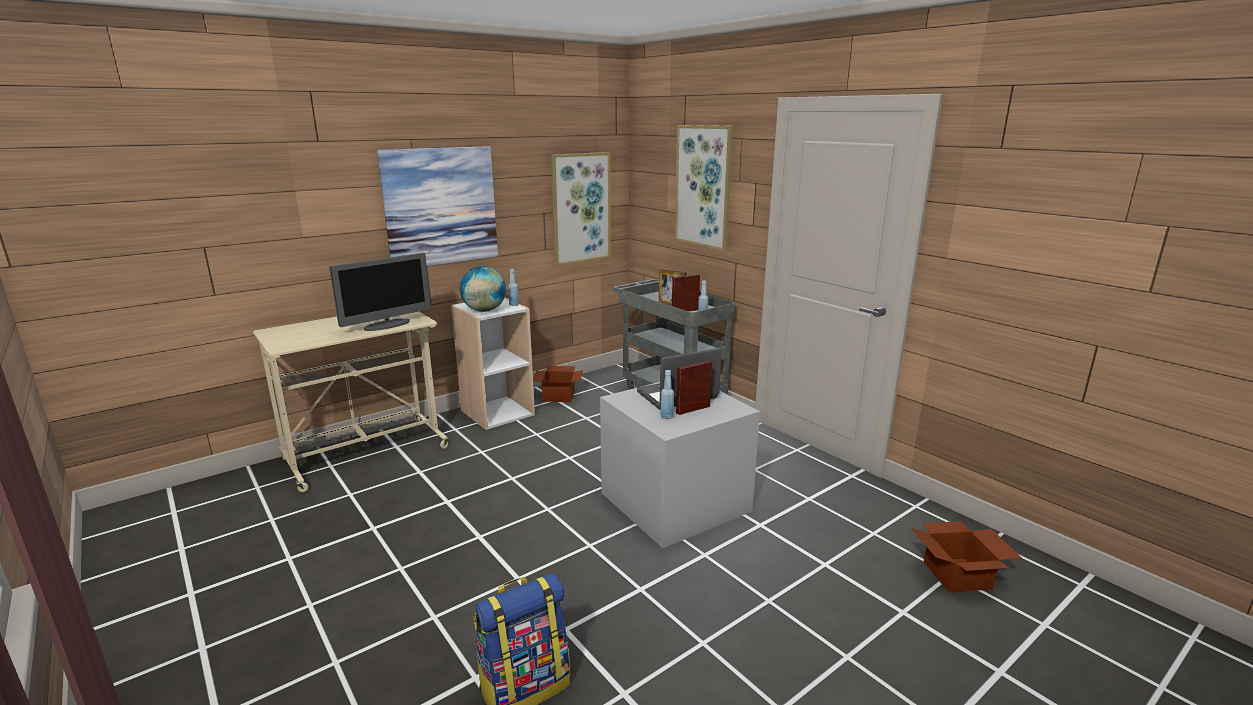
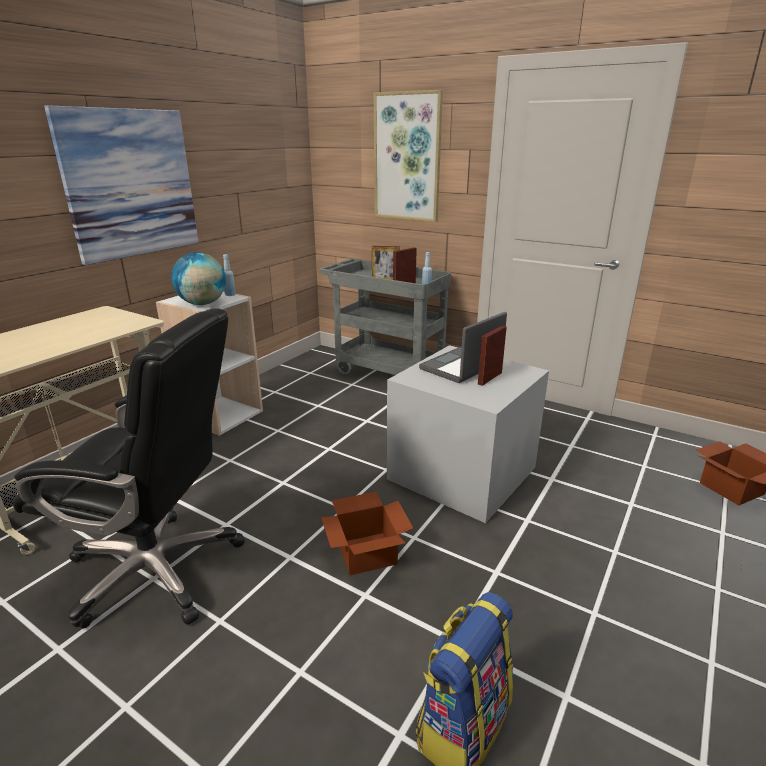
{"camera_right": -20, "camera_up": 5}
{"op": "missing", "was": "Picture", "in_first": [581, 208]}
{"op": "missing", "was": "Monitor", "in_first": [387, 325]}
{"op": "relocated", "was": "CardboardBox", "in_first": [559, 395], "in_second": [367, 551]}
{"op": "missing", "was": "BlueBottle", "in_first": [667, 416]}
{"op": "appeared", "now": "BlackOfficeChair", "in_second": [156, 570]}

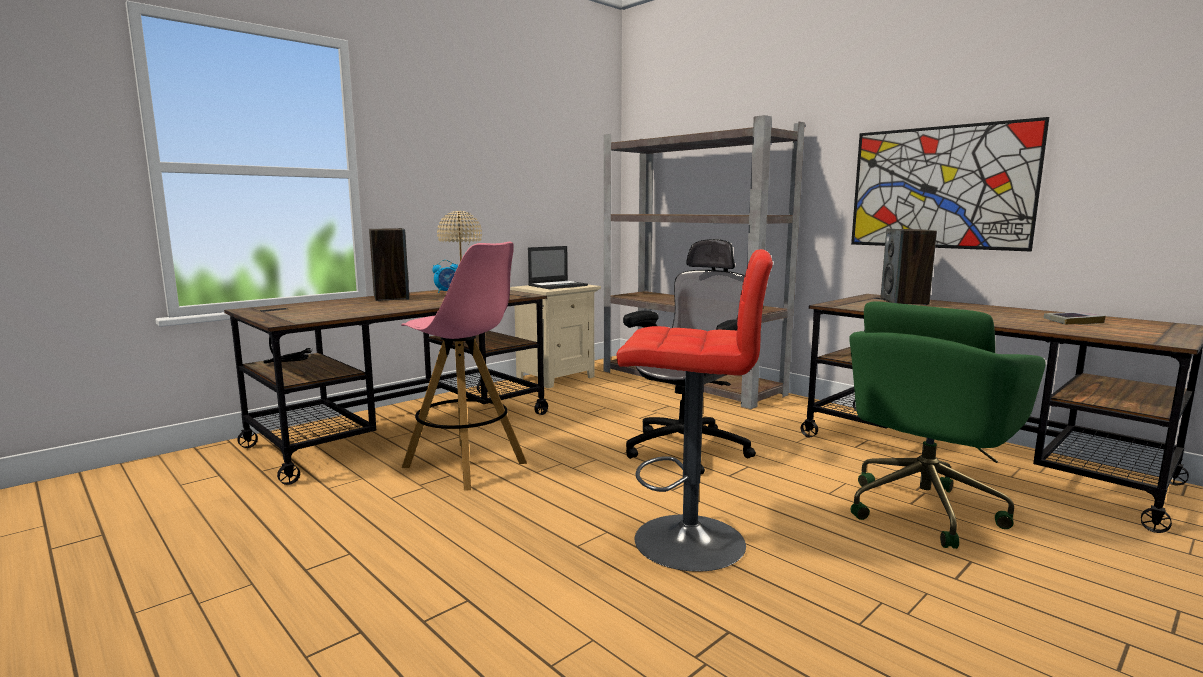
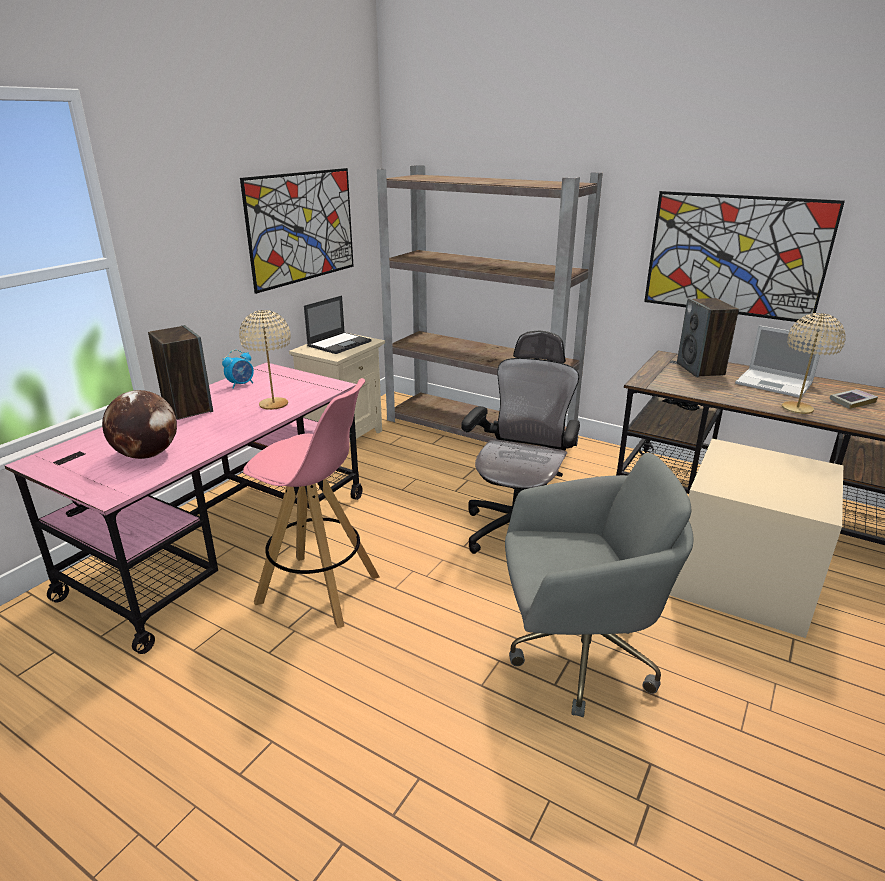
{"camera_right": -15, "camera_up": 15}
{"op": "exchanged", "was": "RedStool", "now": "GreyOfficeChair", "in_first": [690, 542], "in_second": [576, 660]}
{"op": "colour", "was": "BrownDesk", "now": "PinkDesk", "in_first": [405, 429], "in_second": [225, 543]}
{"op": "exchanged", "was": "GreenOfficeChair", "now": "BeigeStorageBox", "in_first": [924, 509], "in_second": [740, 580]}
{"op": "appeared", "now": "Picture", "in_second": [302, 227]}
{"op": "appeared", "now": "BeigeTableLamp", "in_second": [797, 409]}
{"op": "appeared", "now": "Laptop", "in_second": [775, 383]}
{"op": "appeared", "now": "Globe", "in_second": [147, 454]}

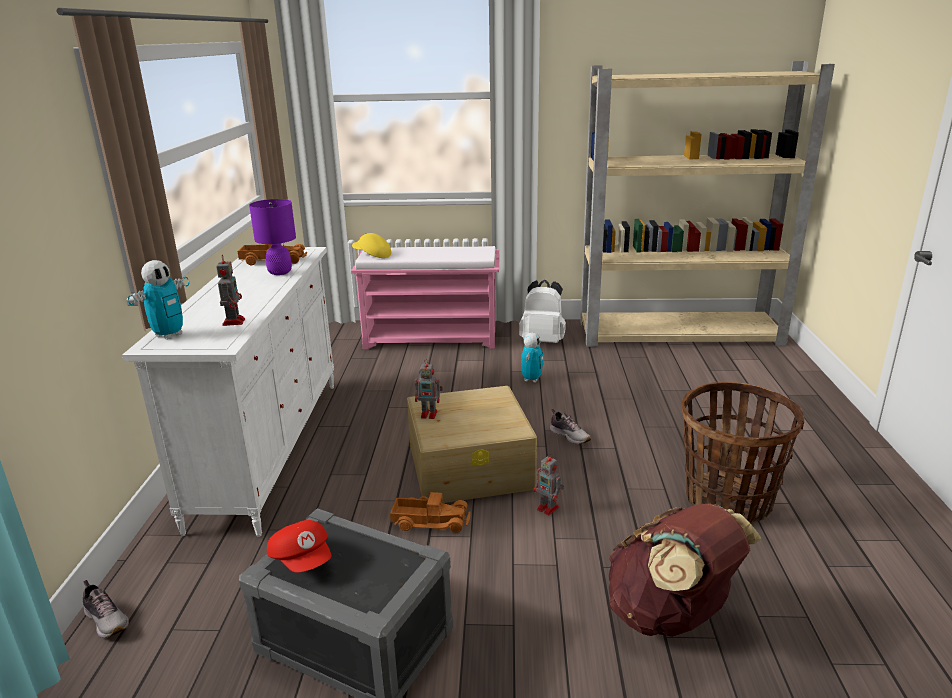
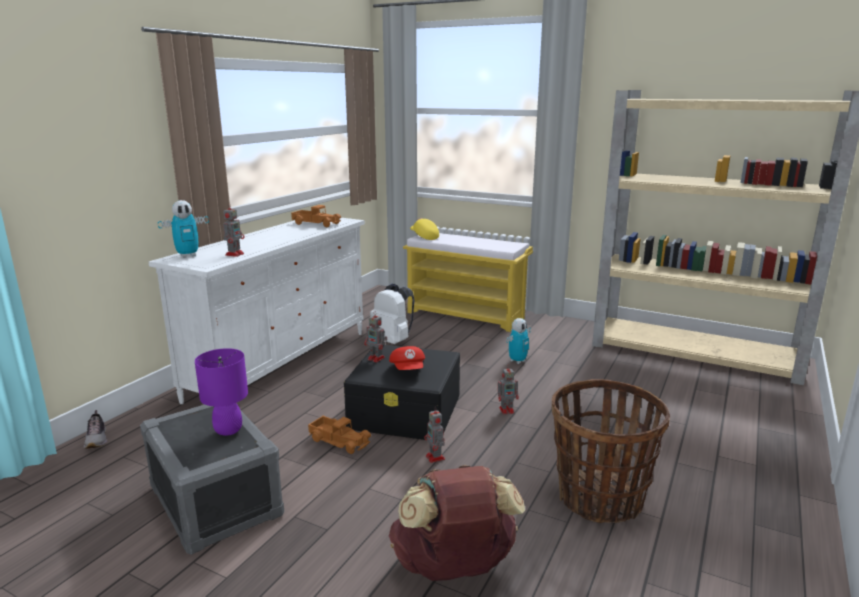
{"camera_right": 25, "camera_up": -5}
{"op": "relocated", "was": "PurpleTableLamp", "in_first": [279, 273], "in_second": [227, 431]}
{"op": "colour", "was": "PinkBench", "now": "YellowBench", "in_first": [432, 339], "in_second": [466, 315]}
{"op": "relocated", "was": "WhiteBackpack", "in_first": [543, 341], "in_second": [393, 341]}
{"op": "colour", "was": "BeigeStorageBox", "now": "BlackStorageBox", "in_first": [471, 466], "in_second": [406, 411]}
{"op": "exchanged", "was": "Shoe", "now": "ToyRobot", "in_first": [570, 436], "in_second": [507, 410]}
{"op": "relocated", "was": "RedCap", "in_first": [303, 559], "in_second": [408, 370]}

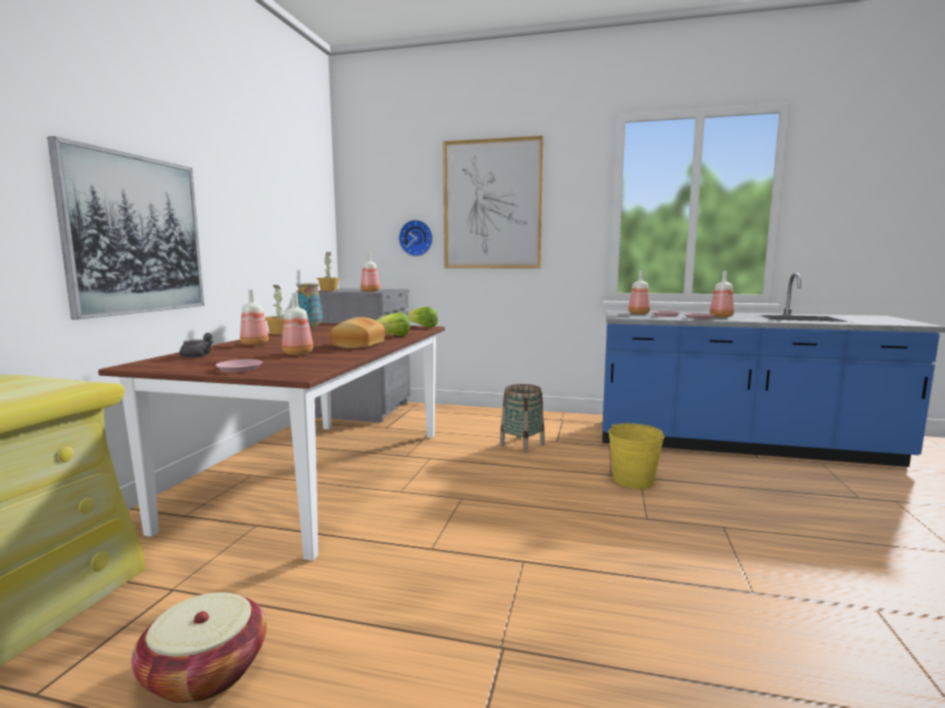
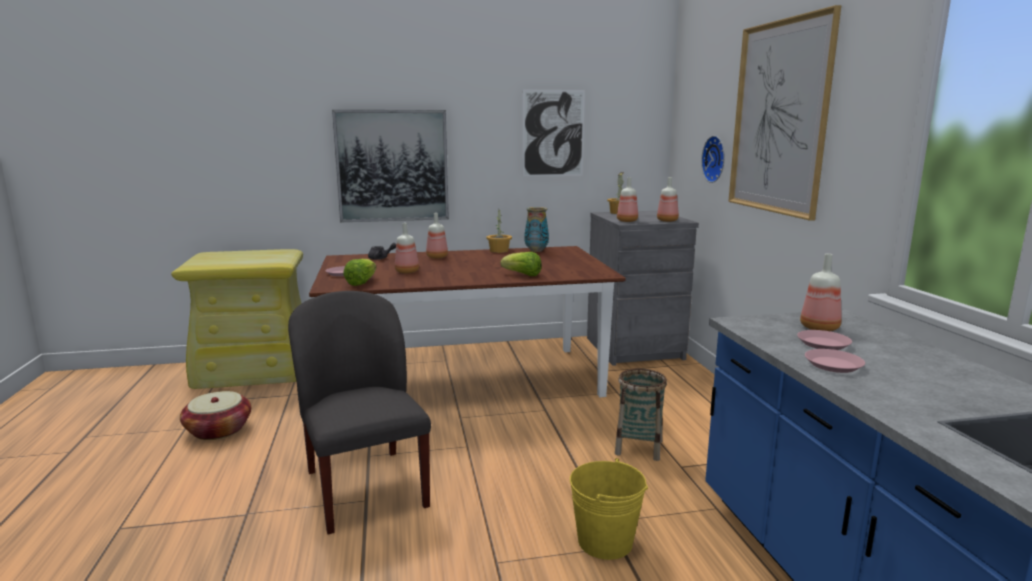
{"camera_right": 65, "camera_up": 5}
{"op": "relocated", "was": "Bottle", "in_first": [720, 316], "in_second": [667, 220]}
{"op": "relocated", "was": "Lettuce", "in_first": [422, 327], "in_second": [361, 282]}
{"op": "missing", "was": "Bread", "in_first": [357, 344]}
{"op": "appeared", "now": "Picture", "in_second": [553, 133]}
{"op": "appeared", "now": "GreyChair", "in_second": [365, 487]}

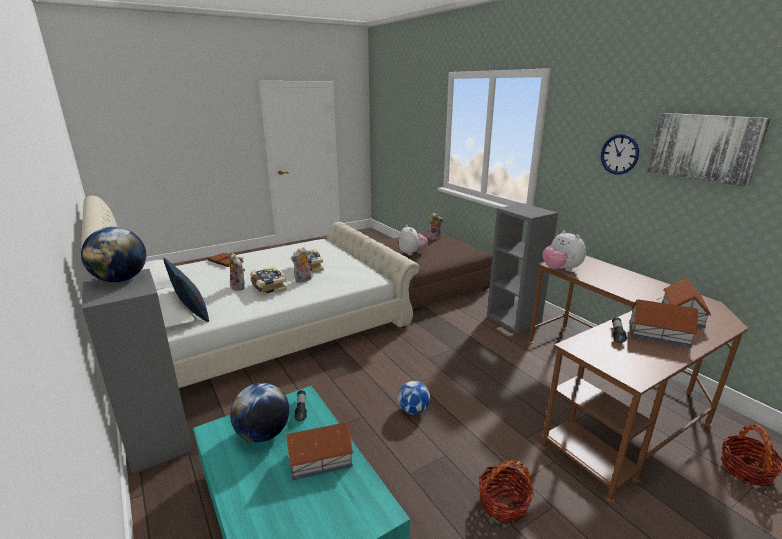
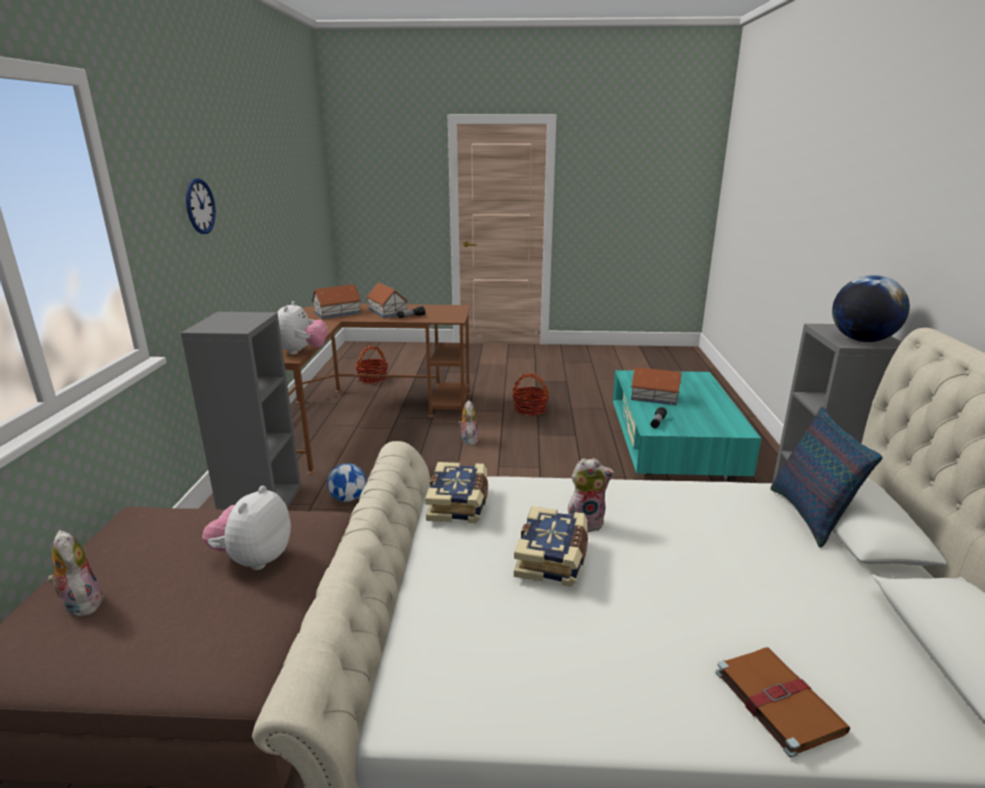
{"camera_right": -145, "camera_up": 0}
{"op": "missing", "was": "Picture", "in_first": [703, 147]}
{"op": "relocated", "was": "PlushToy", "in_first": [239, 287], "in_second": [468, 440]}
{"op": "relocated", "was": "Book", "in_first": [268, 287], "in_second": [459, 503]}
{"op": "relocated", "was": "Football", "in_first": [413, 410], "in_second": [348, 498]}
{"op": "missing", "was": "Globe", "in_first": [263, 434]}

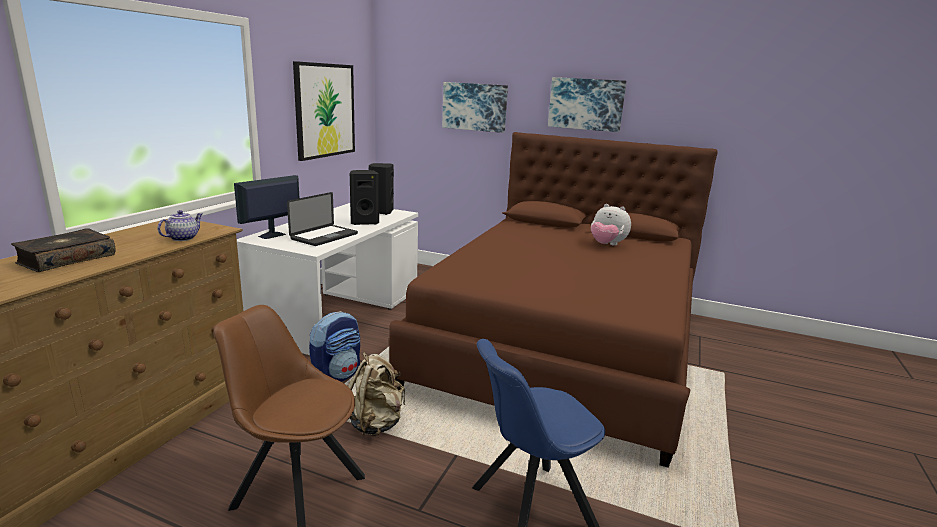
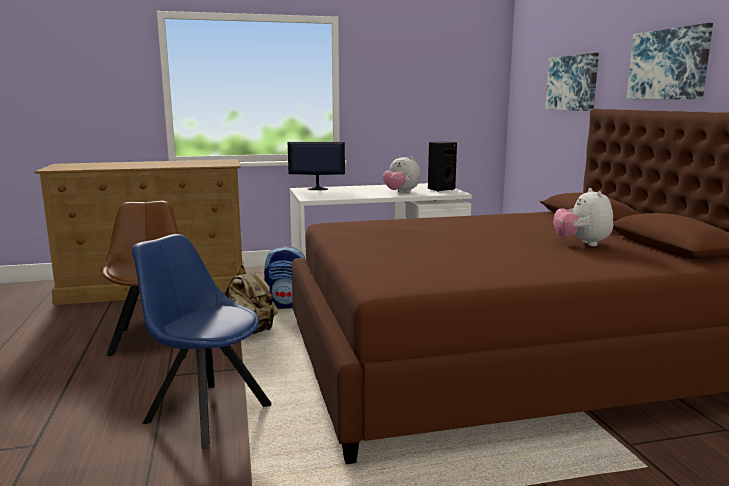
{"camera_right": 55, "camera_up": -5}
{"op": "missing", "was": "Picture", "in_first": [325, 110]}
{"op": "exchanged", "was": "BlackSpeaker", "now": "PlushToy", "in_first": [364, 222], "in_second": [401, 192]}
{"op": "missing", "was": "Laptop", "in_first": [324, 236]}
{"op": "missing", "was": "Teapot", "in_first": [183, 238]}
{"op": "missing", "was": "Book", "in_first": [66, 259]}

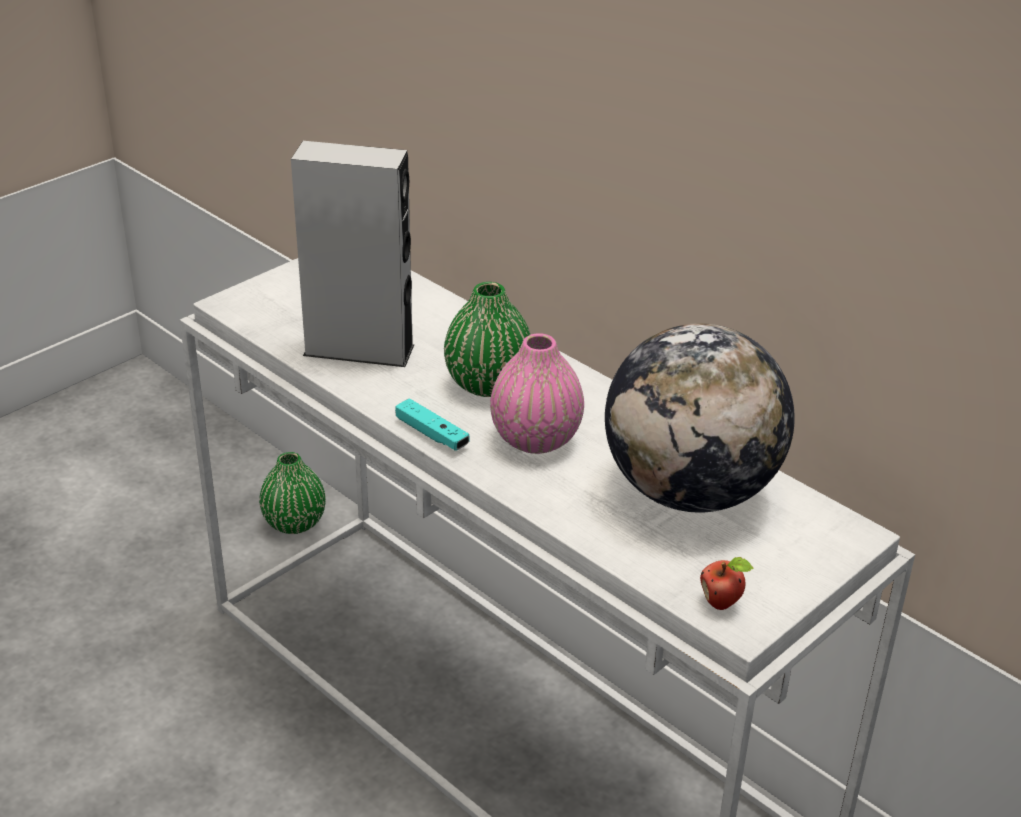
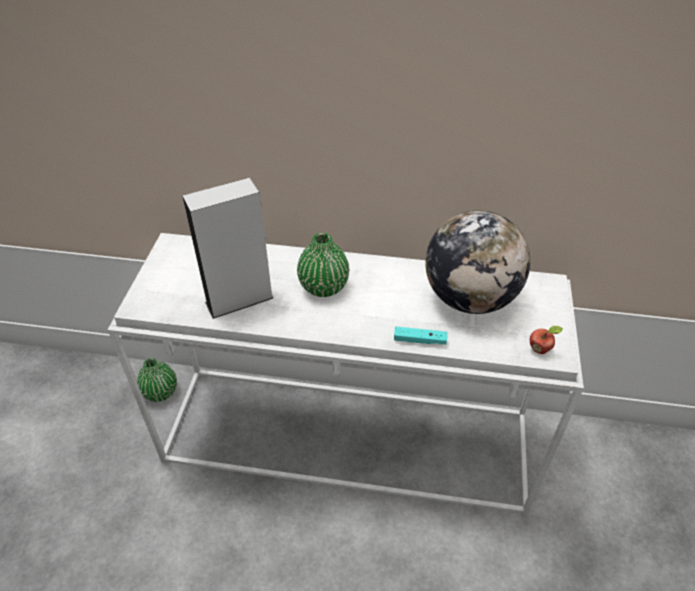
{"camera_right": -35, "camera_up": 10}
{"op": "missing", "was": "PinkVase", "in_first": [535, 439]}
{"op": "relocated", "was": "TurquoiseGameController", "in_first": [432, 434], "in_second": [419, 340]}

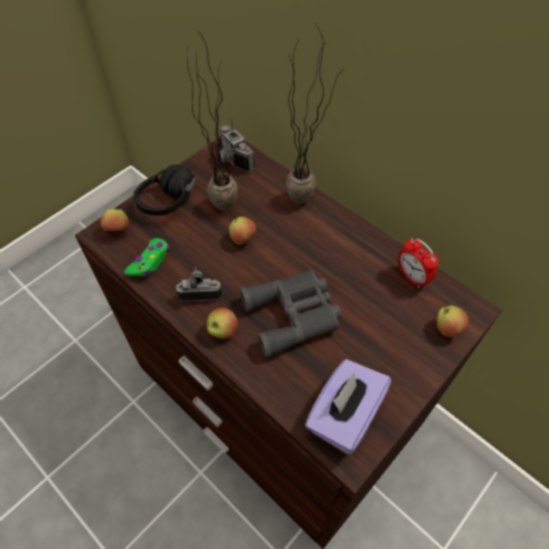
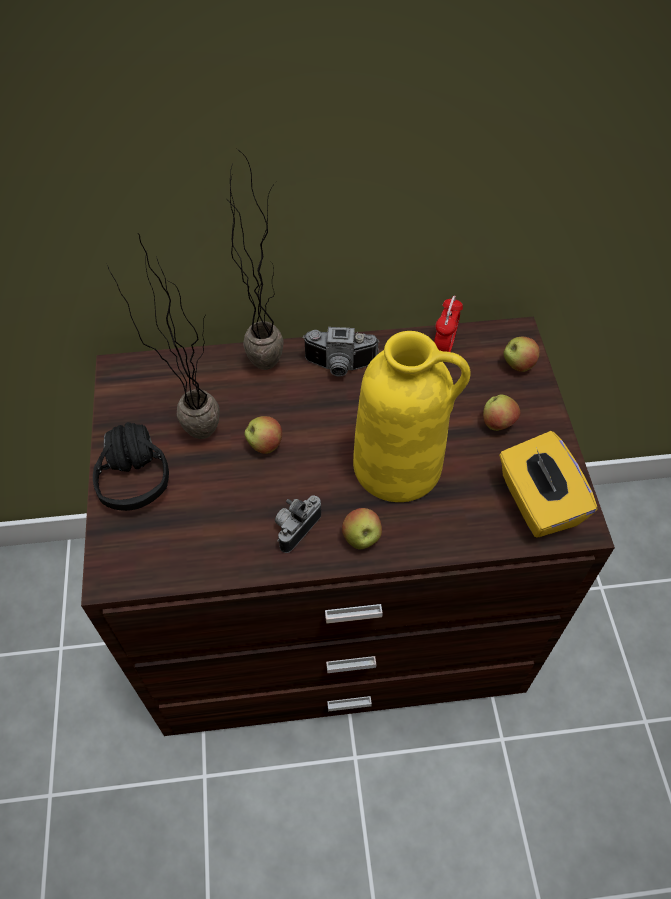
{"camera_right": -50, "camera_up": 0}
{"op": "relocated", "was": "PhotoCamera", "in_first": [231, 160], "in_second": [340, 367]}
{"op": "relocated", "was": "Apple", "in_first": [118, 230], "in_second": [498, 424]}
{"op": "missing", "was": "GreenGameController", "in_first": [150, 262]}
{"op": "spun", "was": "AlarmClock", "in_first": [412, 277], "in_second": [443, 348], "clockwise": -75}
{"op": "exchanged", "was": "GreyBinoculars", "now": "YellowVase", "in_first": [294, 314], "in_second": [399, 465]}
{"op": "colour", "was": "PurpleTissueBox", "now": "YellowTissueBox", "in_first": [344, 415], "in_second": [537, 502]}

